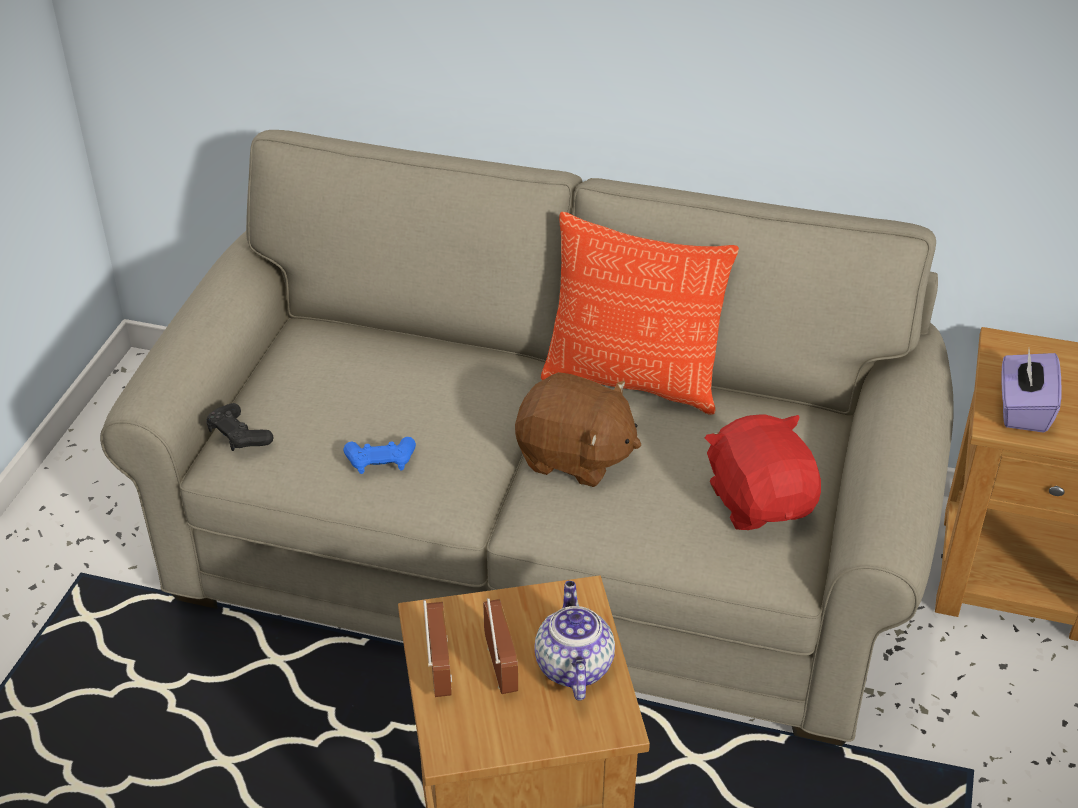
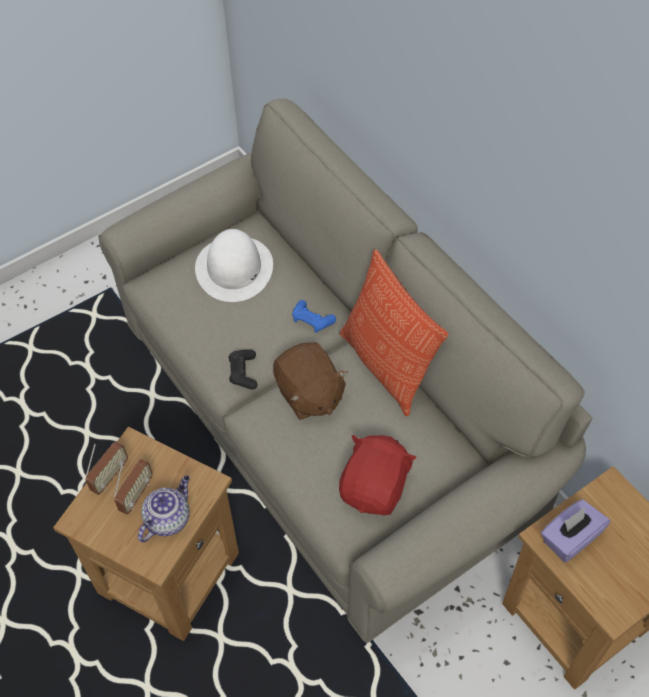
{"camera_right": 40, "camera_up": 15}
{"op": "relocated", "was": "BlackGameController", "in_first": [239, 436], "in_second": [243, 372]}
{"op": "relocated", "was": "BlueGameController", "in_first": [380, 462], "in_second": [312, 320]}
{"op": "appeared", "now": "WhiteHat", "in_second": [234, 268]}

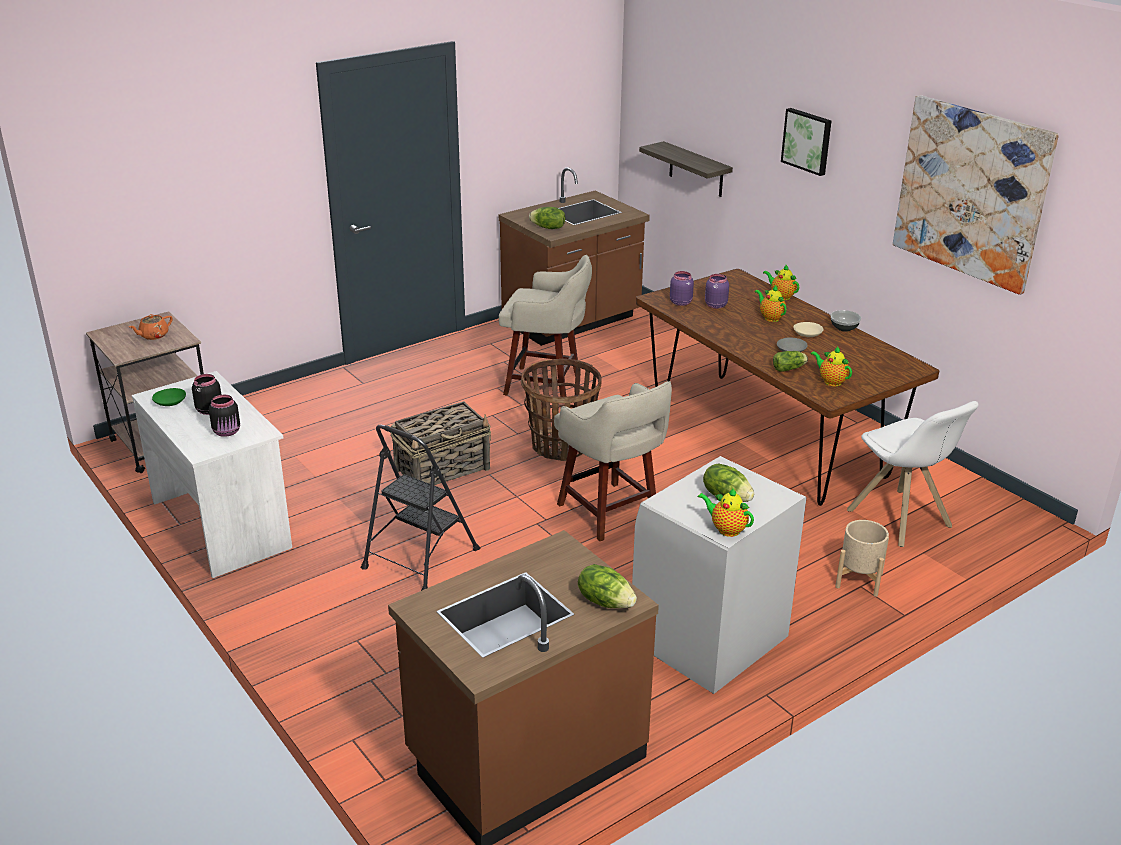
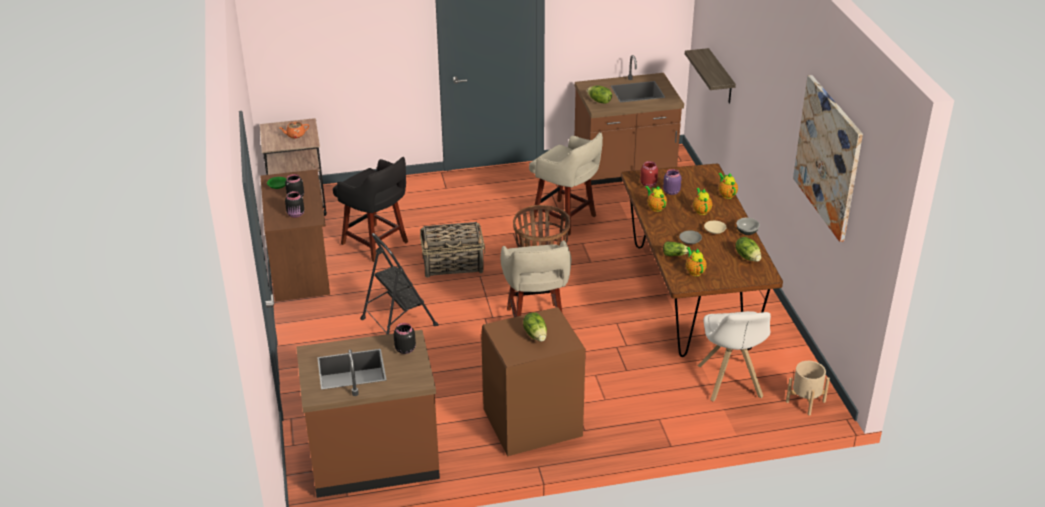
{"camera_right": 25, "camera_up": 5}
{"op": "missing", "was": "Picture", "in_first": [807, 141]}
{"op": "colour", "was": "PurpleJar", "now": "RedJar", "in_first": [680, 302], "in_second": [648, 183]}
{"op": "colour", "was": "WhiteDesk", "now": "BrownDesk", "in_first": [222, 523], "in_second": [301, 267]}
{"op": "colour", "was": "WhiteWashingMachine", "now": "BrownWashingMachine", "in_first": [706, 636], "in_second": [531, 421]}
{"op": "relocated", "was": "Teapot", "in_first": [726, 529], "in_second": [655, 207]}
{"op": "relocated", "was": "BeigePlanter", "in_first": [859, 580], "in_second": [805, 402]}
{"op": "relocated", "was": "Lettuce", "in_first": [605, 601], "in_second": [748, 257]}
{"op": "appeared", "now": "BlackStool", "in_second": [376, 244]}
{"op": "appeared", "now": "BlackJar", "in_second": [405, 349]}

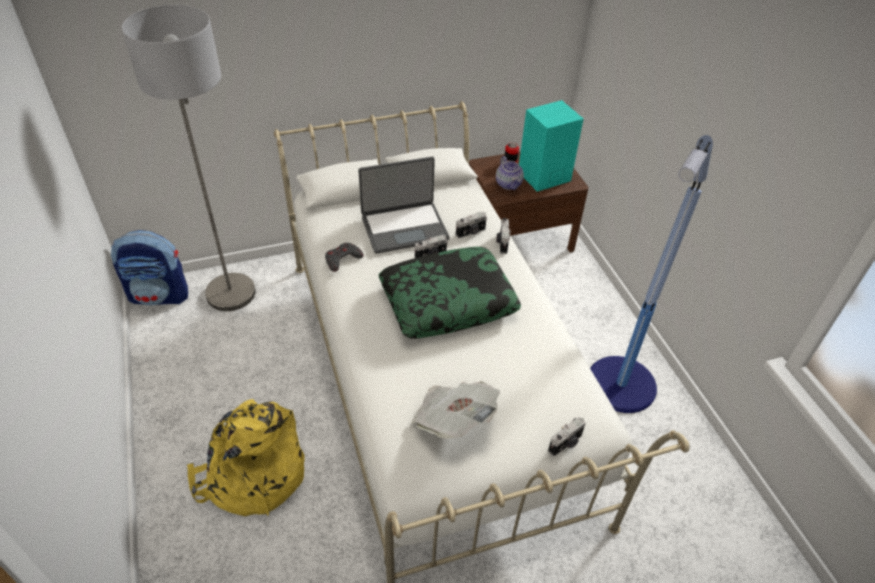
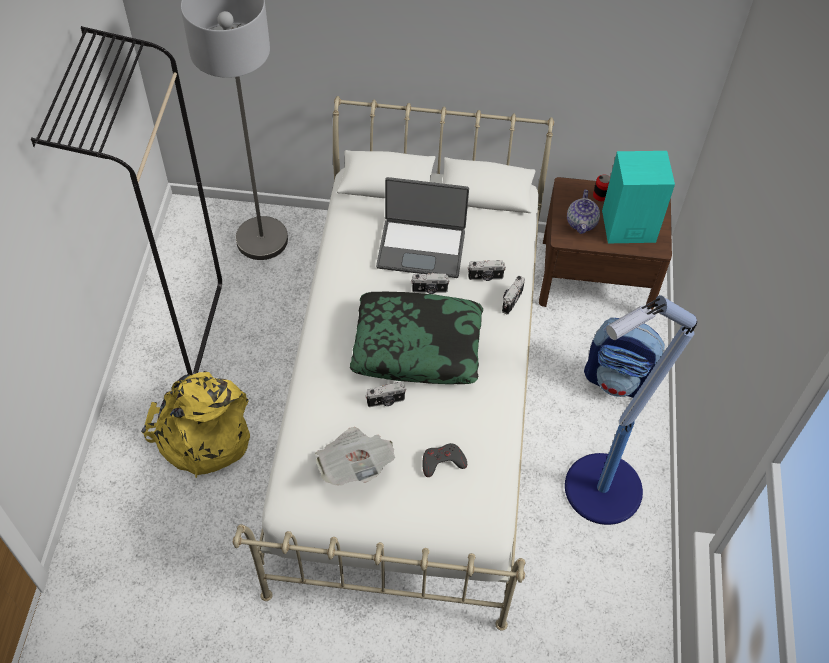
{"camera_right": 25, "camera_up": 10}
{"op": "relocated", "was": "Backpack", "in_first": [160, 295], "in_second": [618, 380]}
{"op": "relocated", "was": "GreyGameController", "in_first": [342, 259], "in_second": [442, 462]}
{"op": "relocated", "was": "PhotoCamera", "in_first": [566, 444], "in_second": [386, 401]}
{"op": "appeared", "now": "BlackClothesRack", "in_second": [175, 327]}

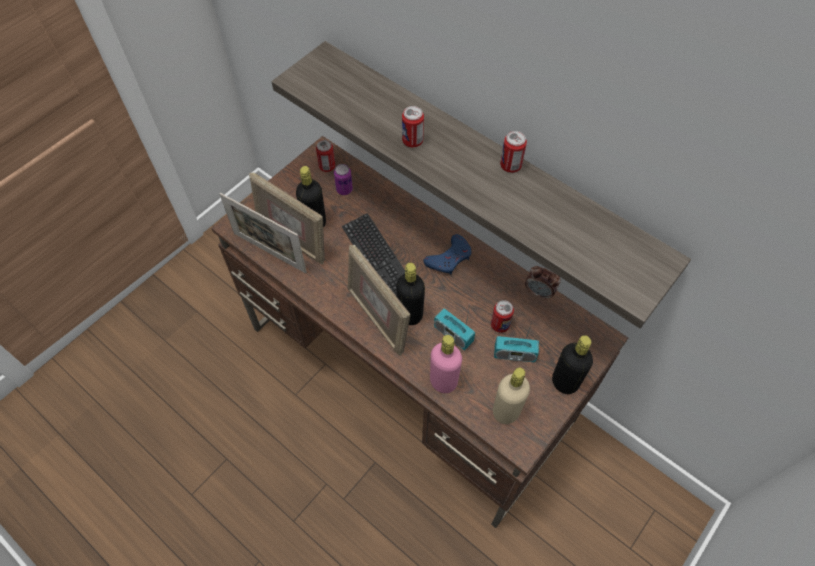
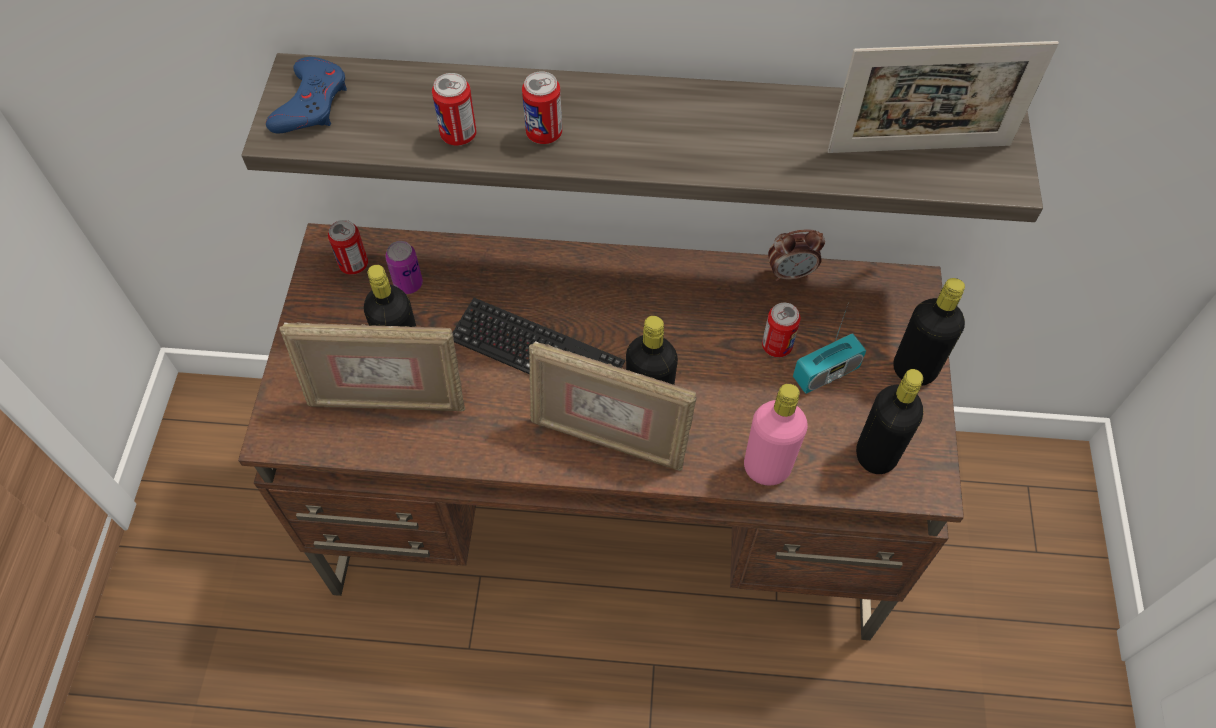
{"camera_right": -35, "camera_up": 0}
{"op": "relocated", "was": "Can", "in_first": [510, 166], "in_second": [458, 135]}
{"op": "relocated", "was": "PictureFrame", "in_first": [269, 252], "in_second": [919, 148]}
{"op": "relocated", "was": "BlueGameController", "in_first": [449, 258], "in_second": [311, 103]}
{"op": "missing", "was": "Radio", "in_first": [453, 334]}
{"op": "colour", "was": "BeigeBottle", "now": "BlackBottle", "in_first": [506, 411], "in_second": [876, 455]}

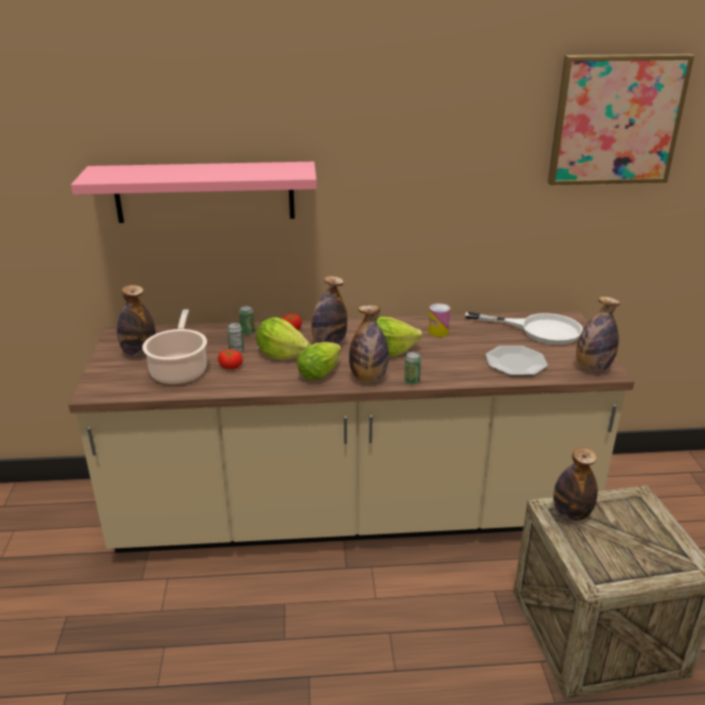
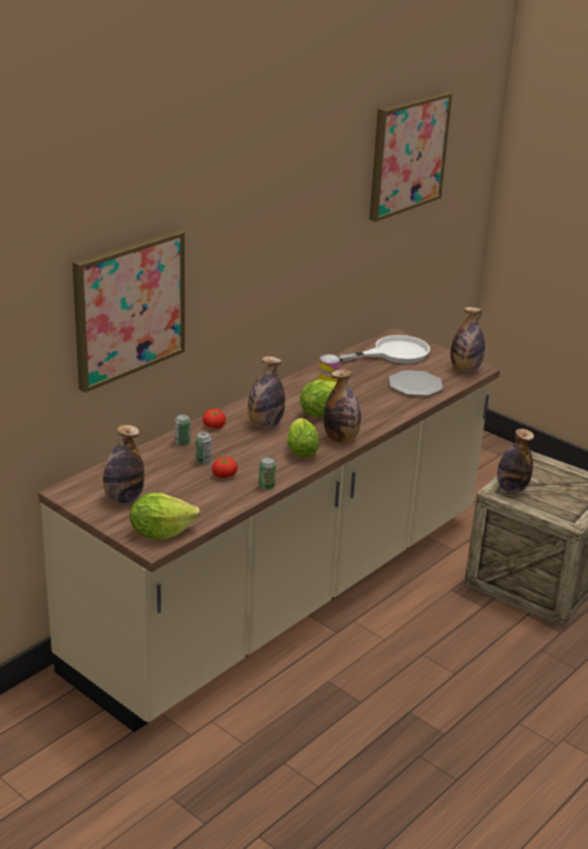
{"camera_right": -45, "camera_up": 0}
{"op": "exchanged", "was": "PinkShelf", "now": "Picture", "in_first": [204, 192], "in_second": [128, 308]}
{"op": "missing", "was": "CookingPot", "in_first": [179, 370]}
{"op": "relocated", "was": "Lettuce", "in_first": [282, 355], "in_second": [161, 532]}
{"op": "relocated", "was": "Can", "in_first": [412, 381], "in_second": [266, 486]}

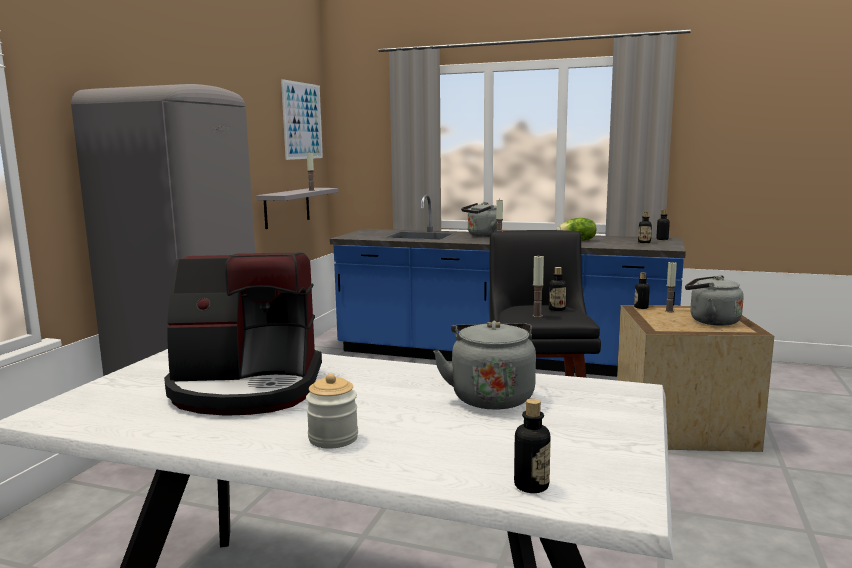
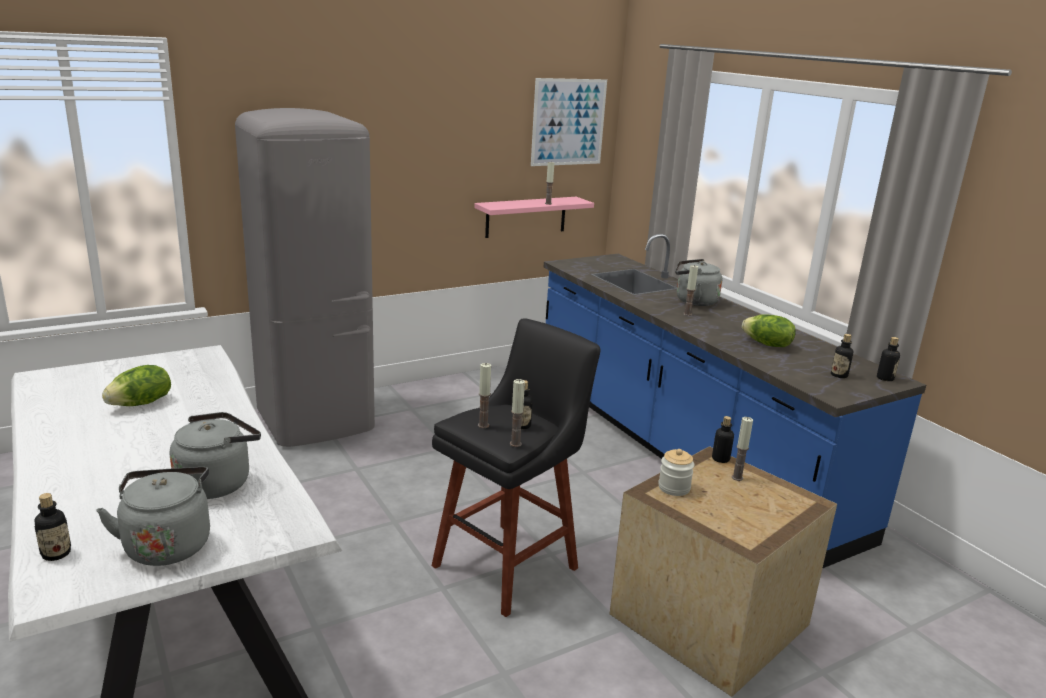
{"camera_right": 40, "camera_up": 10}
{"op": "colour", "was": "GreyShelf", "now": "PinkShelf", "in_first": [287, 207], "in_second": [526, 217]}
{"op": "exchanged", "was": "CoffeeMachine", "now": "Lettuce", "in_first": [247, 388], "in_second": [141, 403]}
{"op": "relocated", "was": "GreyKettle", "in_first": [710, 321], "in_second": [168, 544]}
{"op": "relocated", "was": "Jar", "in_first": [333, 438], "in_second": [674, 488]}
{"op": "appeared", "now": "Candle", "in_second": [515, 444]}

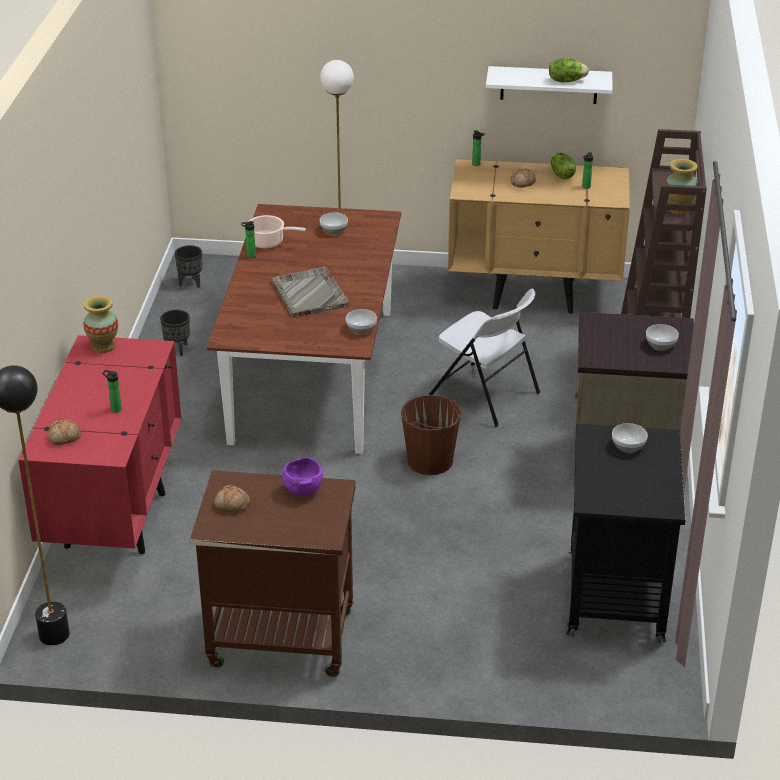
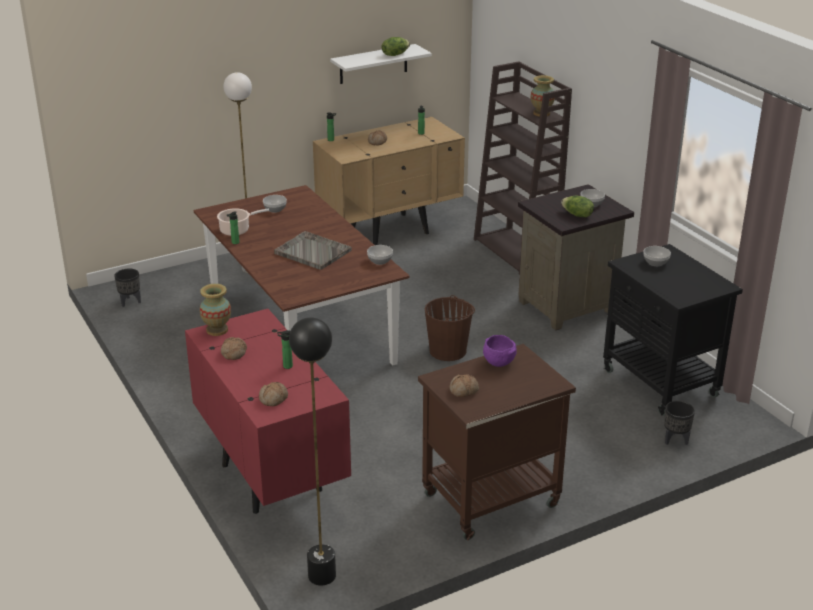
{"camera_right": -35, "camera_up": -5}
{"op": "relocated", "was": "Lettuce", "in_first": [561, 175], "in_second": [577, 215]}
{"op": "missing", "was": "WhiteChair", "in_first": [484, 394]}
{"op": "relocated", "was": "BlackPlanter", "in_first": [177, 350], "in_second": [675, 440]}
{"op": "appeared", "now": "Bread", "in_second": [233, 353]}

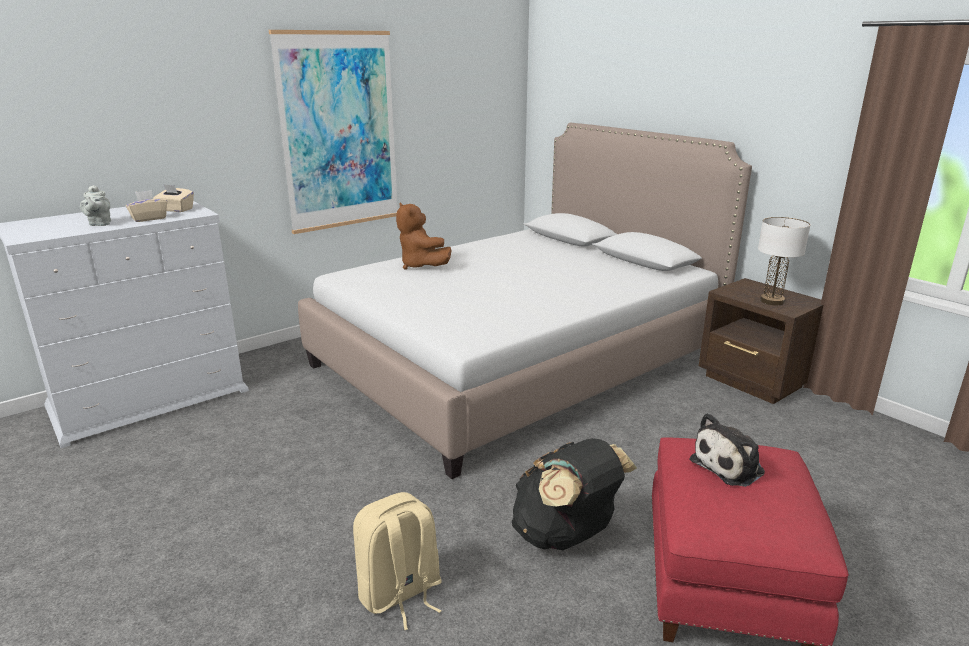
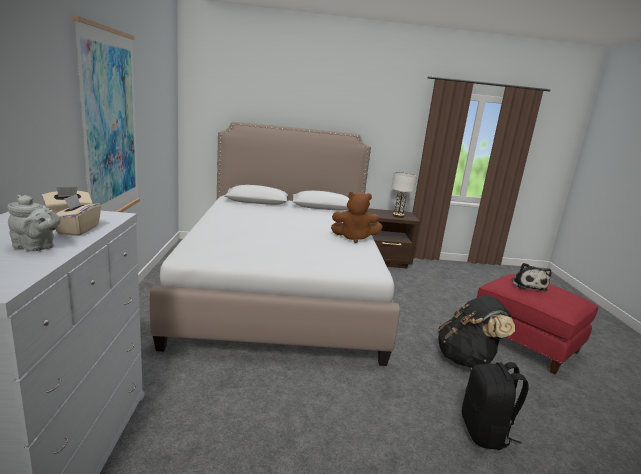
{"camera_right": -55, "camera_up": -5}
{"op": "relocated", "was": "BrownPlushToy", "in_first": [421, 266], "in_second": [354, 238]}
{"op": "colour", "was": "BeigeBackpack", "now": "BlackBackpack", "in_first": [400, 594], "in_second": [485, 432]}

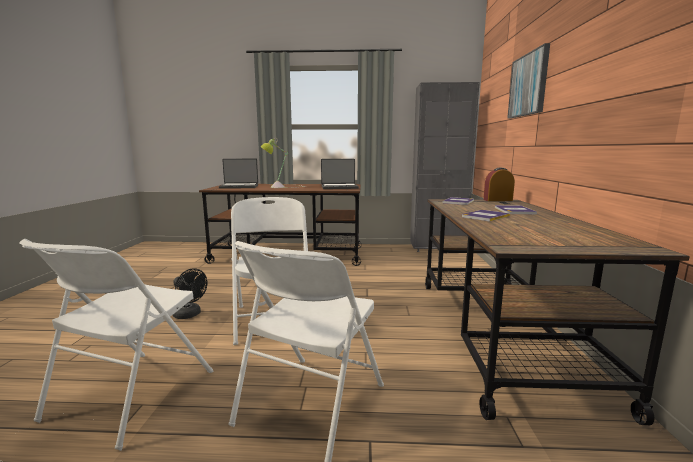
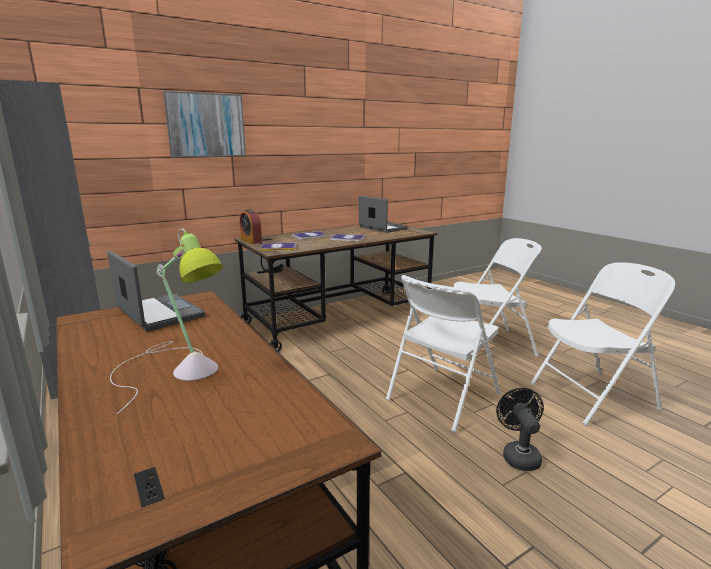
{"camera_right": -125, "camera_up": 5}
{"op": "relocated", "was": "Laptop", "in_first": [239, 187], "in_second": [382, 228]}

